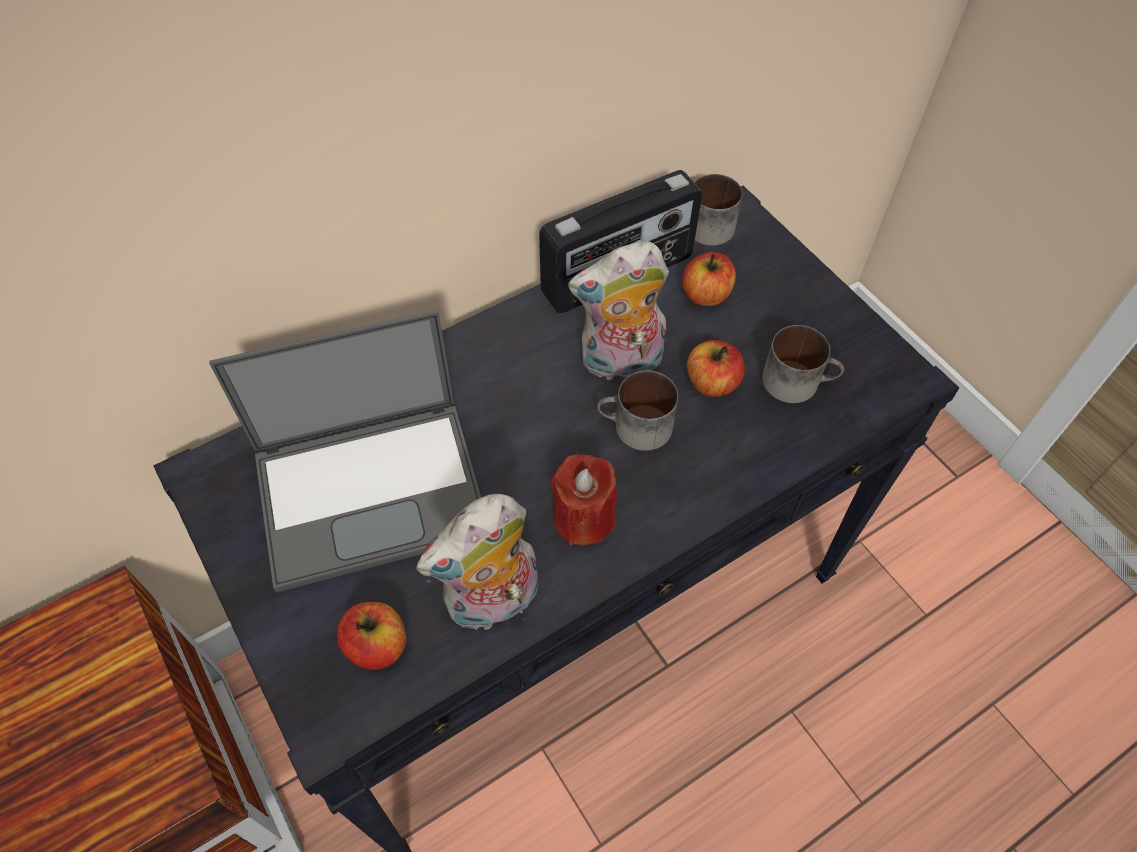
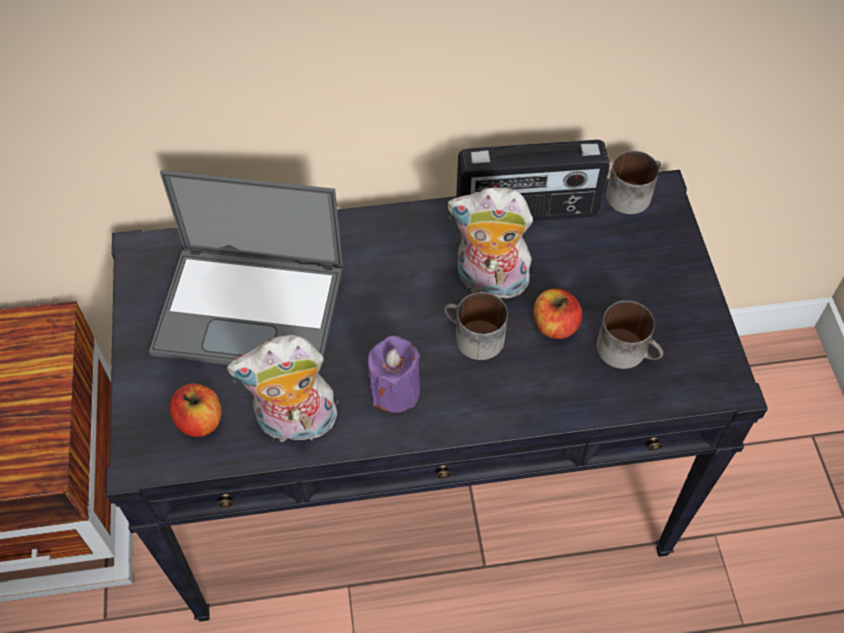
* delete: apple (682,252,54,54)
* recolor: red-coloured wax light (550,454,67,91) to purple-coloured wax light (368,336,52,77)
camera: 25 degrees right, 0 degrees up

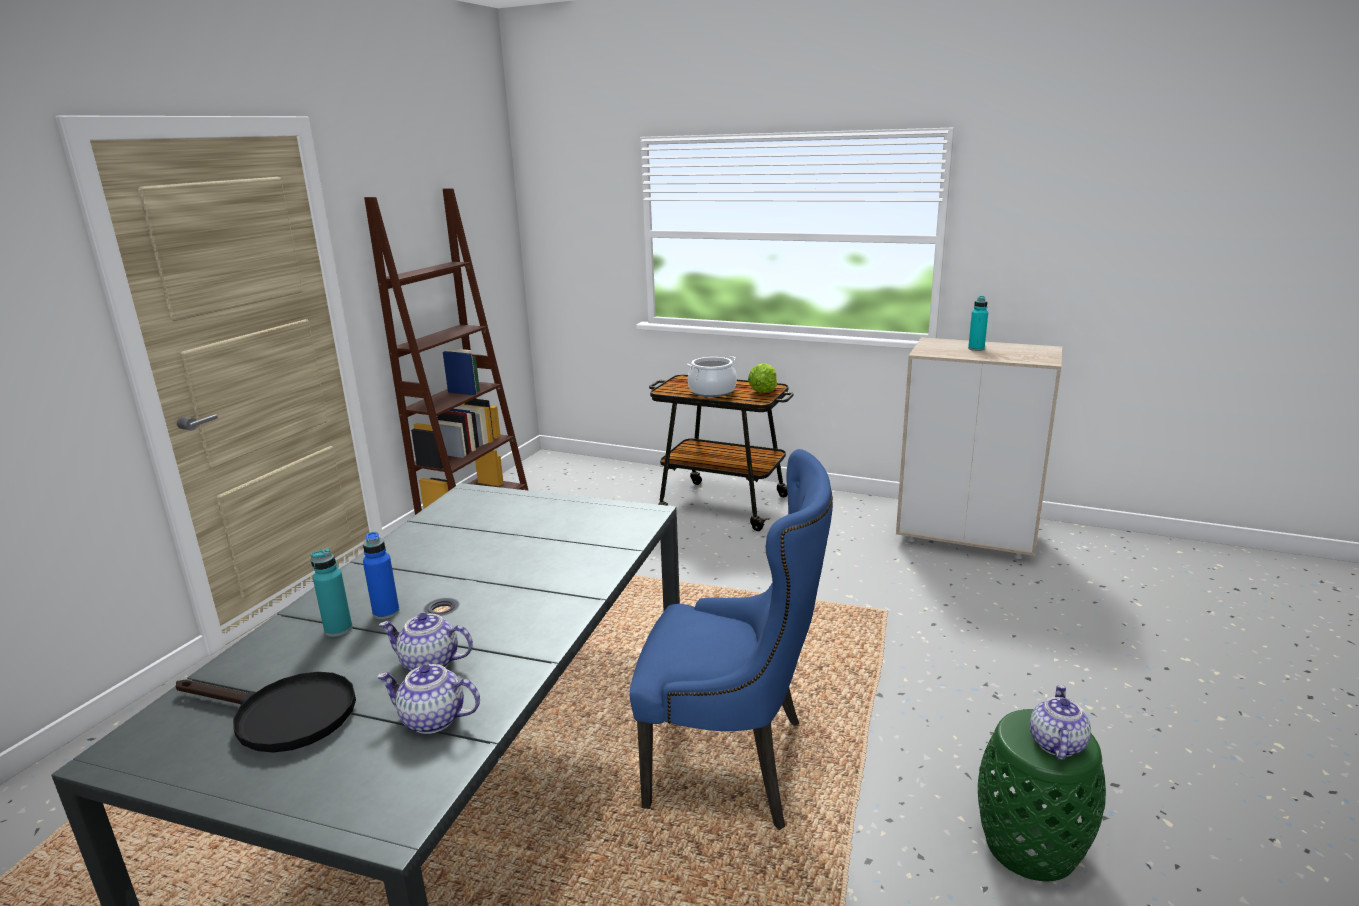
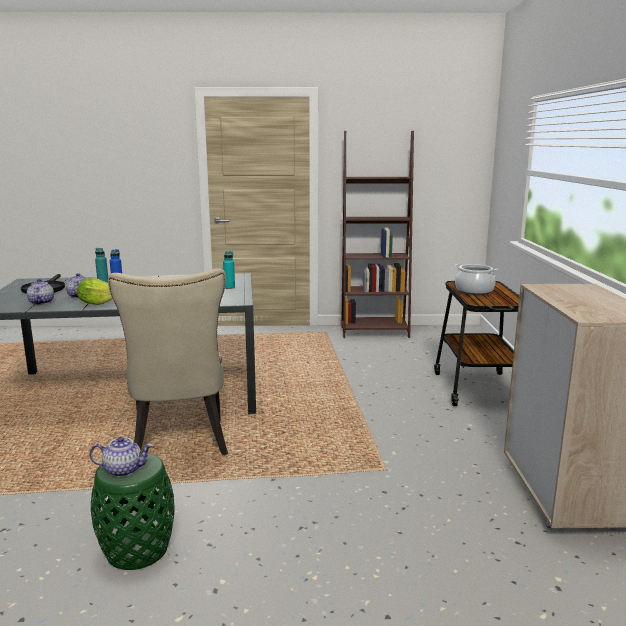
* move: lettuce (748,363,29,30) to (77,278,36,27)
* move: blue-green drink bottle (968,296,20,55) to (223,251,12,38)
* recolor: bluish upright chair (630,449,203,381) to beige upright chair (108,268,120,187)
camera: 65 degrees right, 5 degrees down

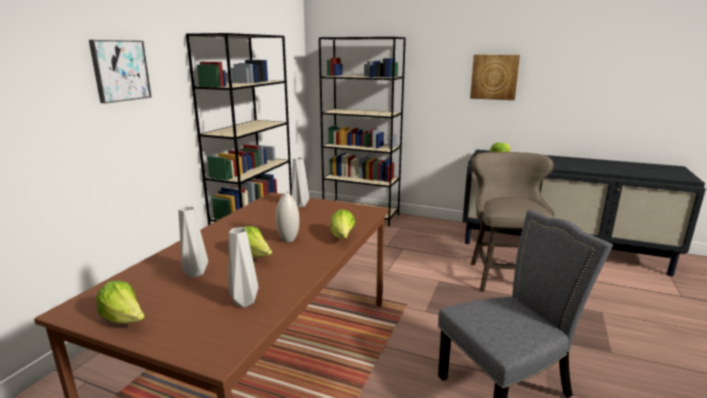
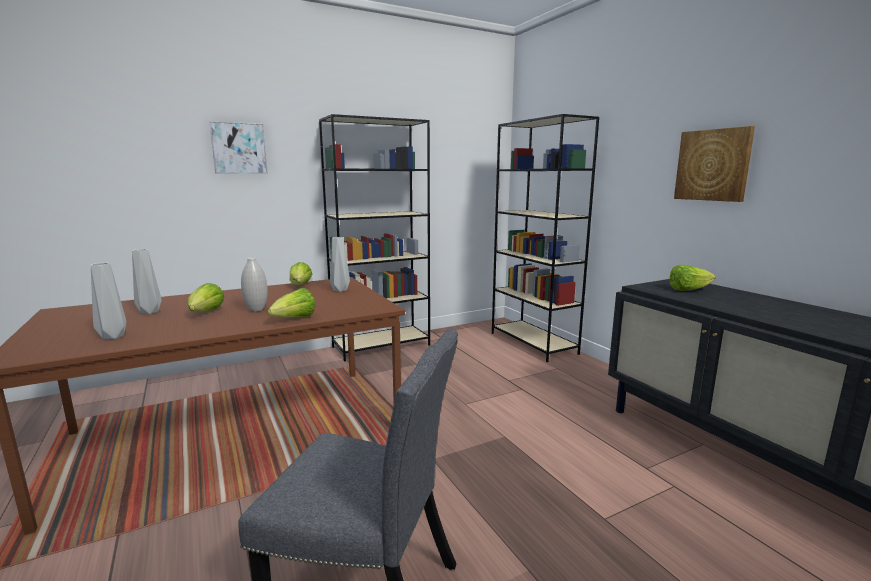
* delete: beige stool seat (471,152,84,140)
* move: lettuce (96,280,48,44) to (290,262,22,23)
camera: 40 degrees right, 5 degrees down

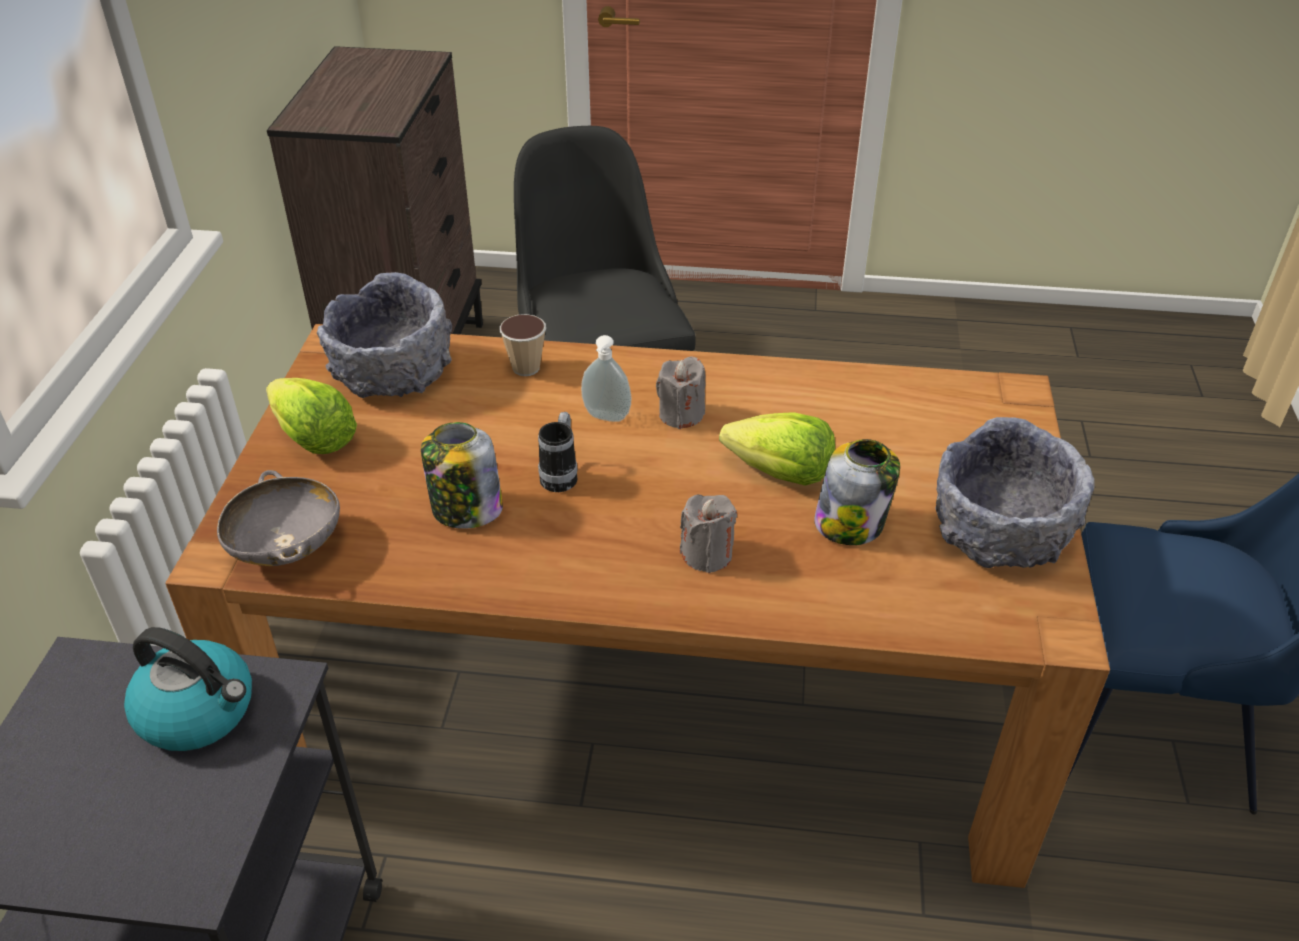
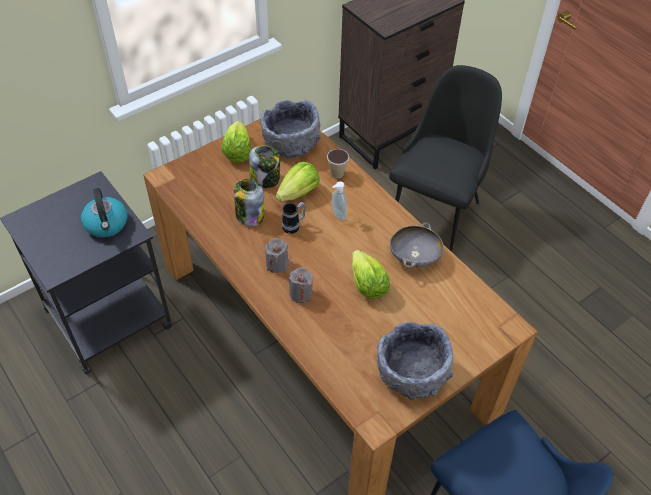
* insert: lettuce (276,162,44,40)
* move: greyish deep dish (217,470,123,96) to (390,222,54,46)
* move: greyish wax light (656,356,50,73) to (265,238,24,35)
* move: storage jar (814,439,86,106) to (249,145,31,43)
camera: 45 degrees right, 10 degrees up

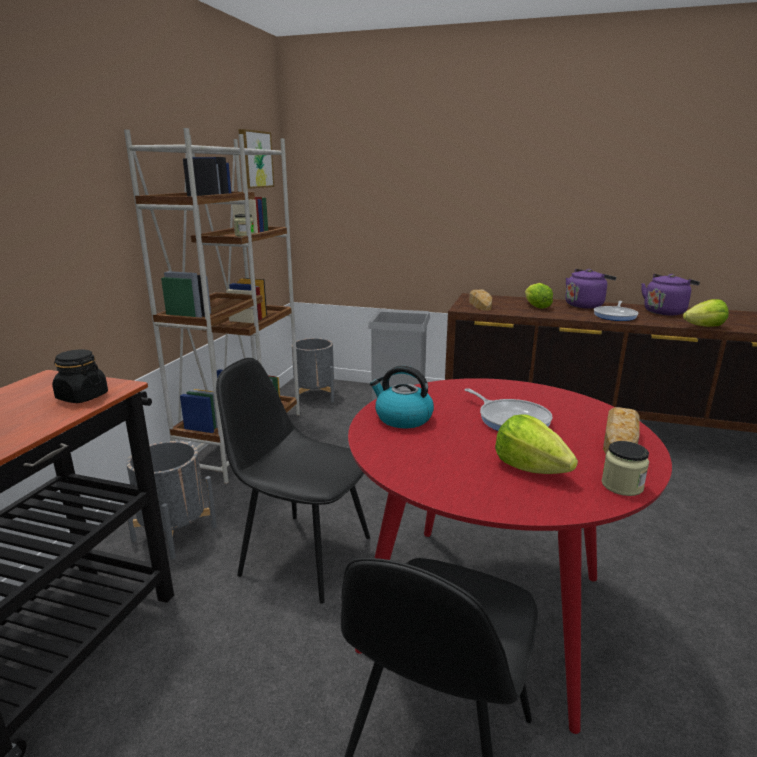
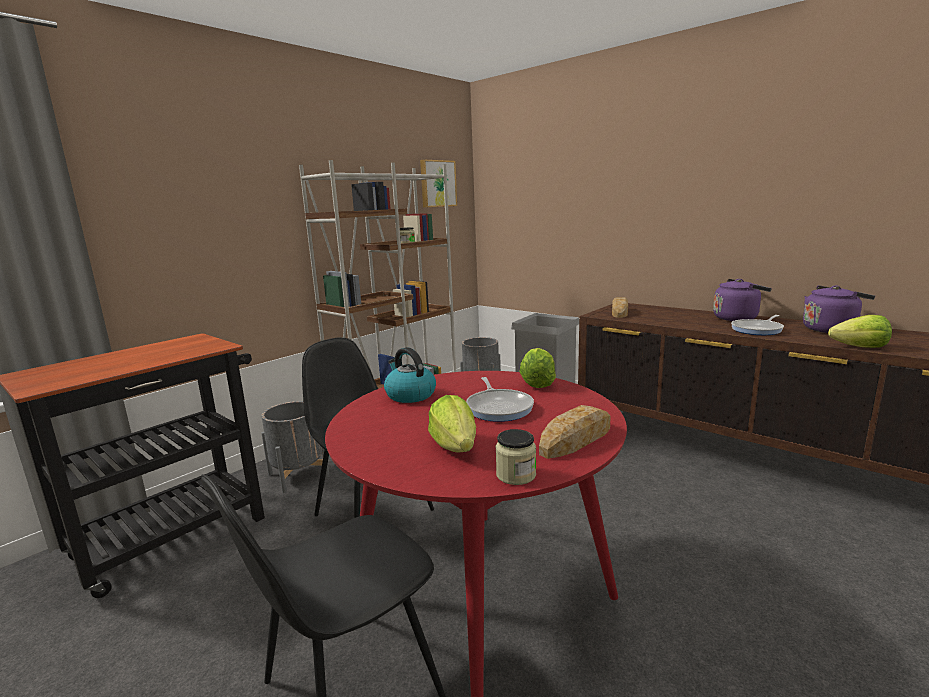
* delete: black-coloured storage jar (52,349,56,54)
* move: lettuce (525,283,28,26) to (519,348,37,40)
camera: 25 degrees right, 5 degrees down

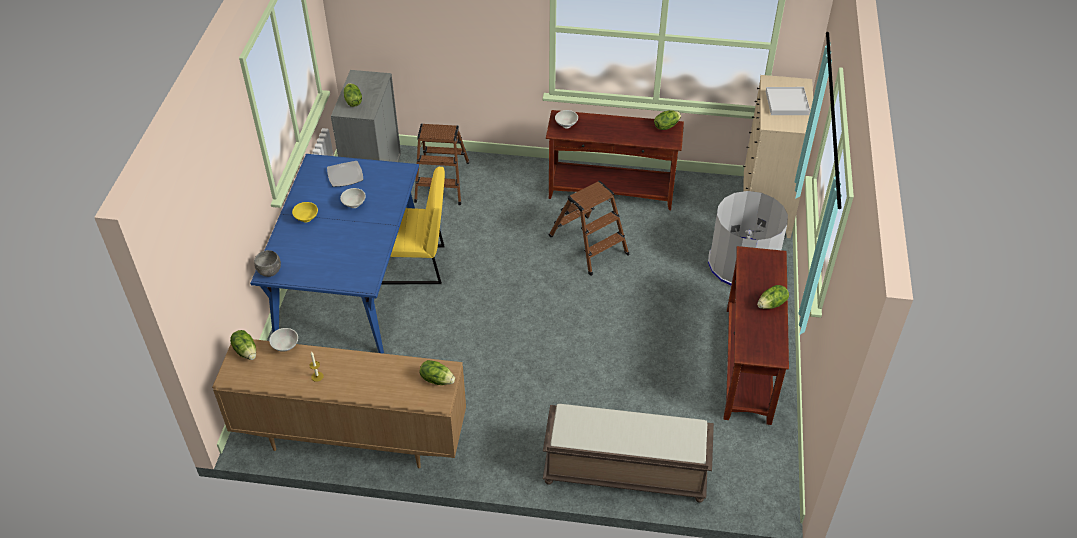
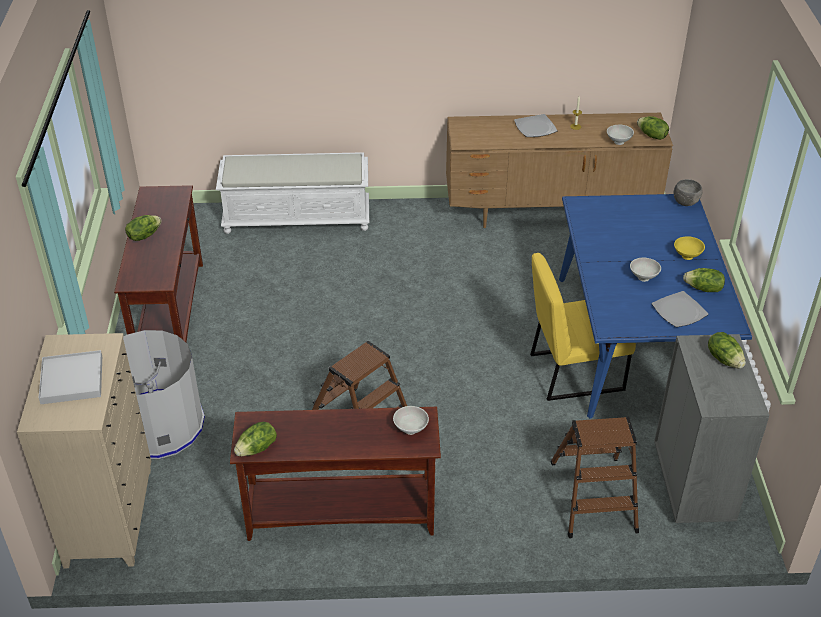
* insert: flat dish (514,114,44,23)
* move: lettuce (419,360,36,25) to (683,268,42,24)
* recolor: brownish indoor bench (543,404,171,99) to white-coloured indoor bench (216,152,153,82)
camera: 170 degrees right, 5 degrees down

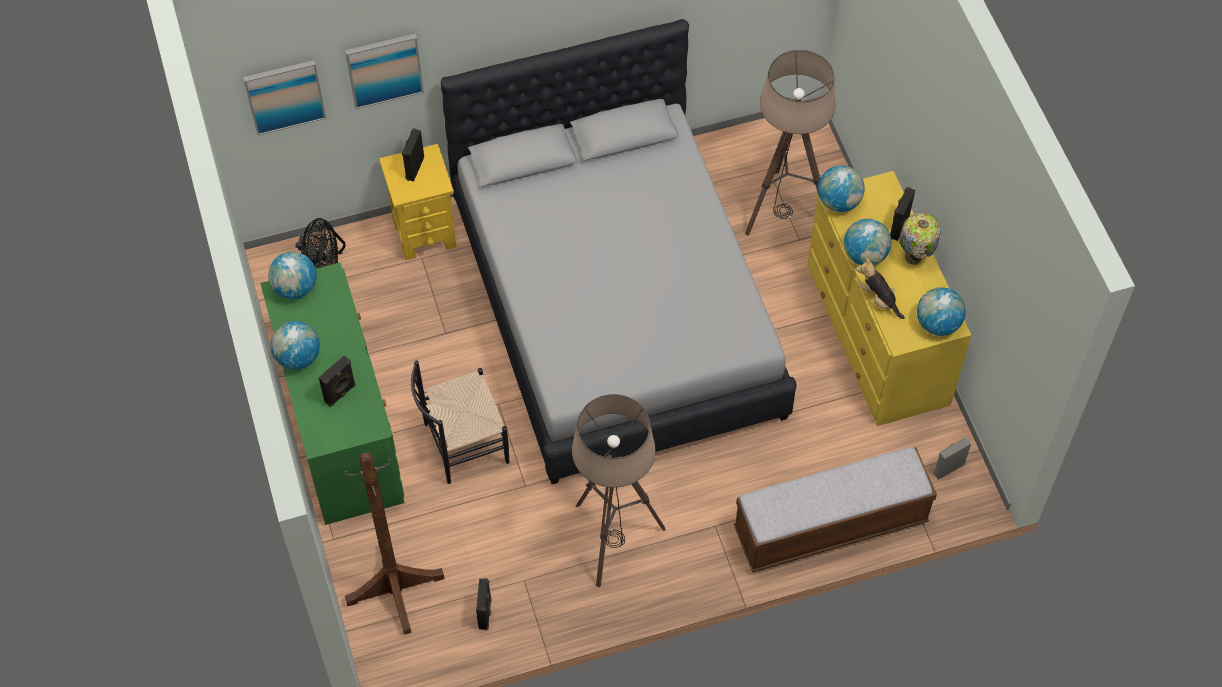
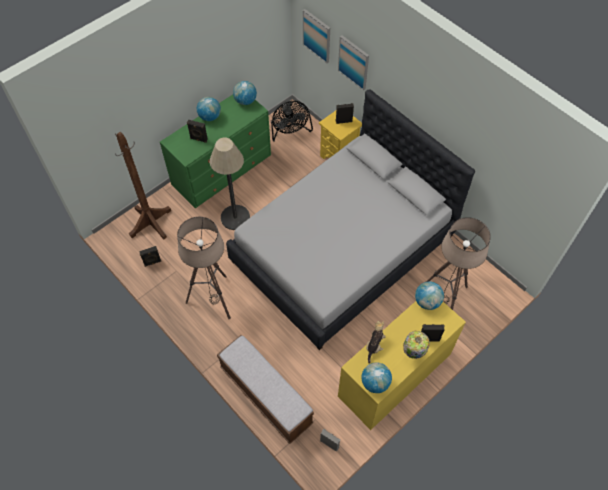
* delete: desk globe (844,219,47,46)
* replace: black-coloured upright chair (411,360,98,124) to standing lamp (210,138,40,92)
camera: 65 degrees right, 0 degrees up

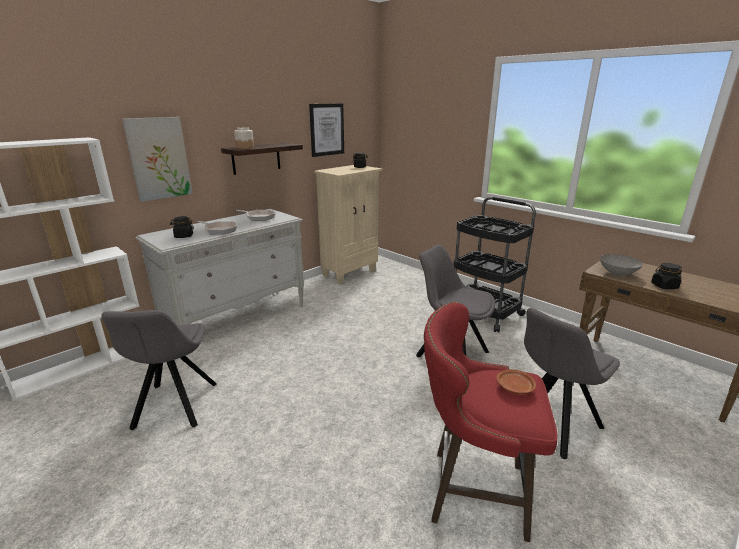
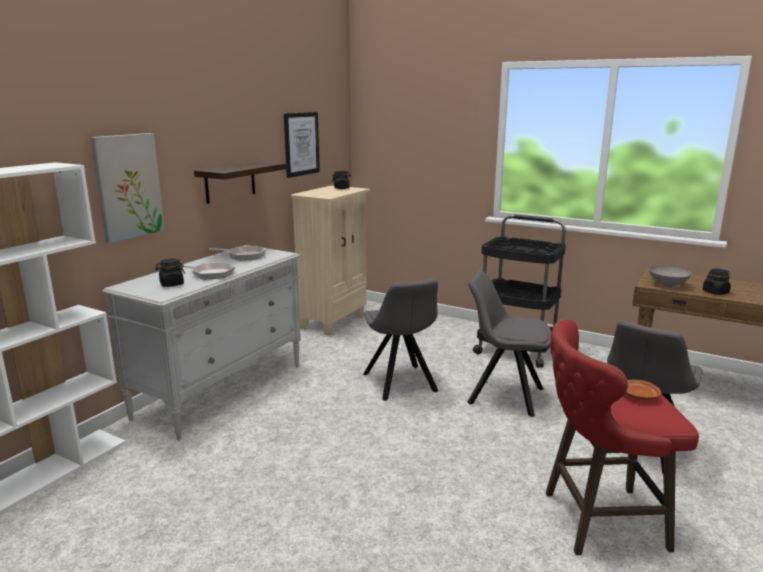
* delete: storage jar (234,127,20,22)
* move: greyish upright chair (101,310,116,120) to (363,279,75,122)
camera: 15 degrees left, 5 degrees down

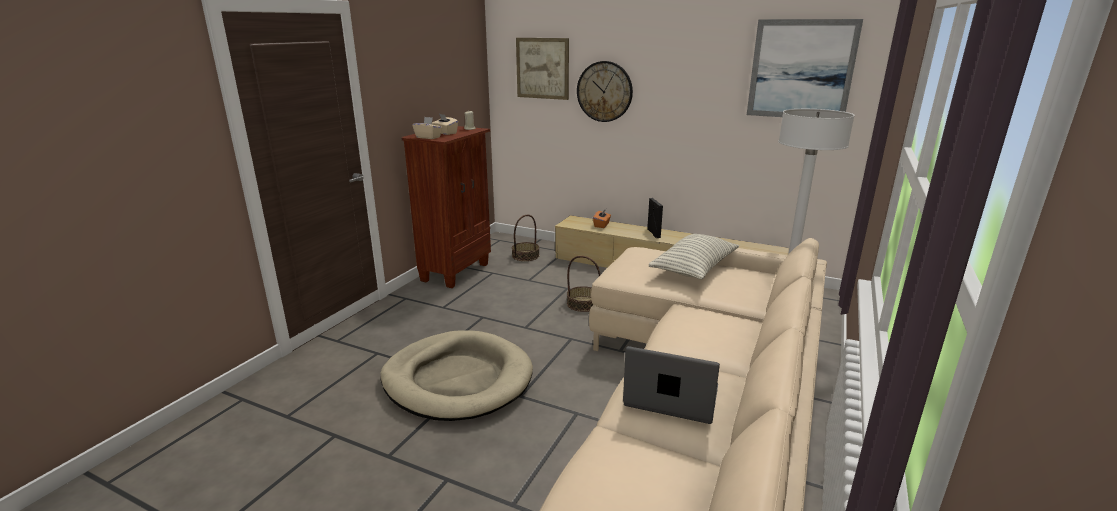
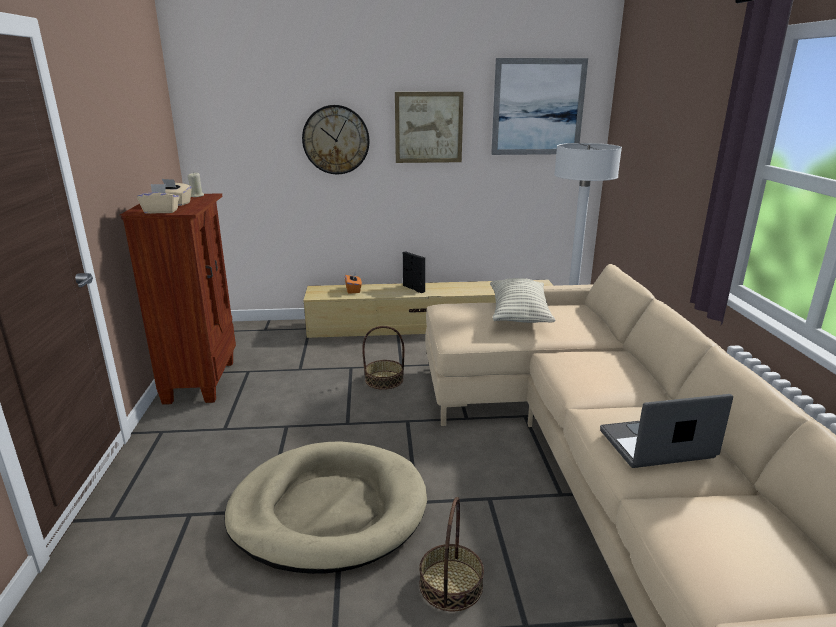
* move: basket (512,215,28,46) to (419,497,65,114)
* move: picture (516,38,53,62) to (395,92,69,71)
camera: 30 degrees left, 0 degrees up

